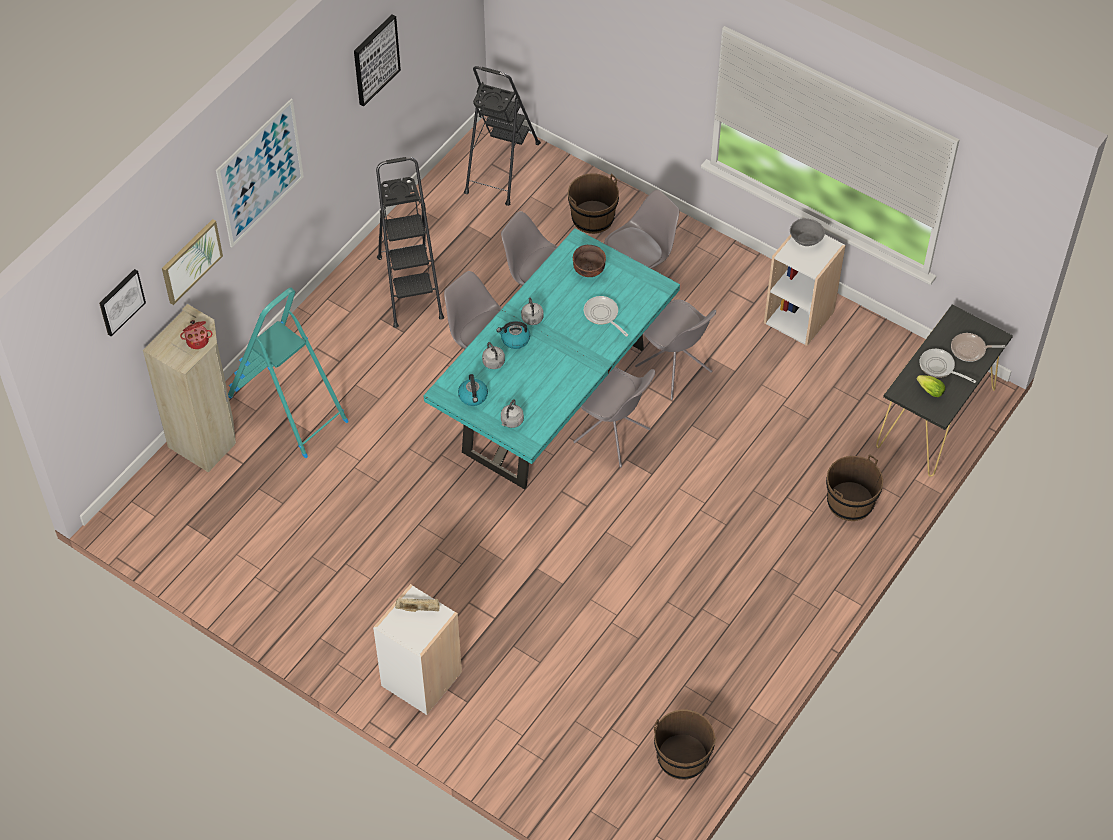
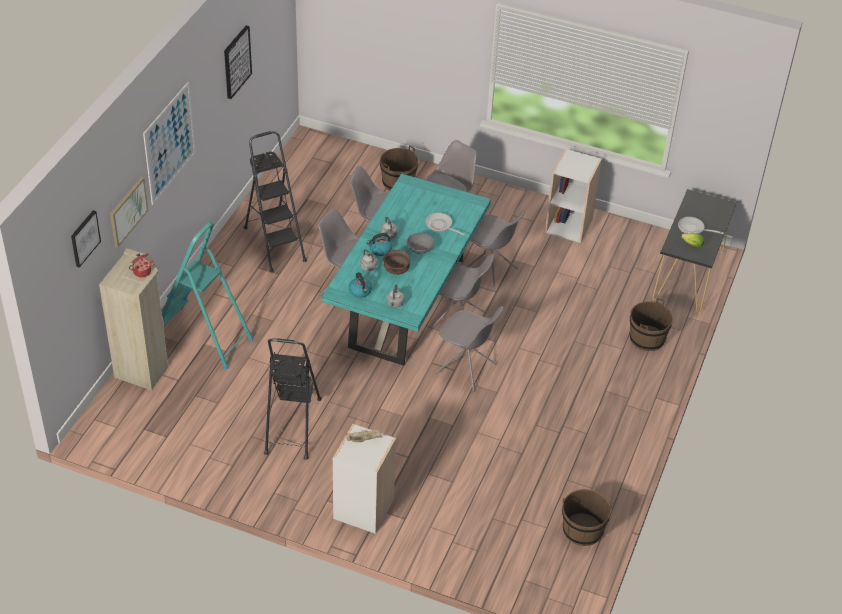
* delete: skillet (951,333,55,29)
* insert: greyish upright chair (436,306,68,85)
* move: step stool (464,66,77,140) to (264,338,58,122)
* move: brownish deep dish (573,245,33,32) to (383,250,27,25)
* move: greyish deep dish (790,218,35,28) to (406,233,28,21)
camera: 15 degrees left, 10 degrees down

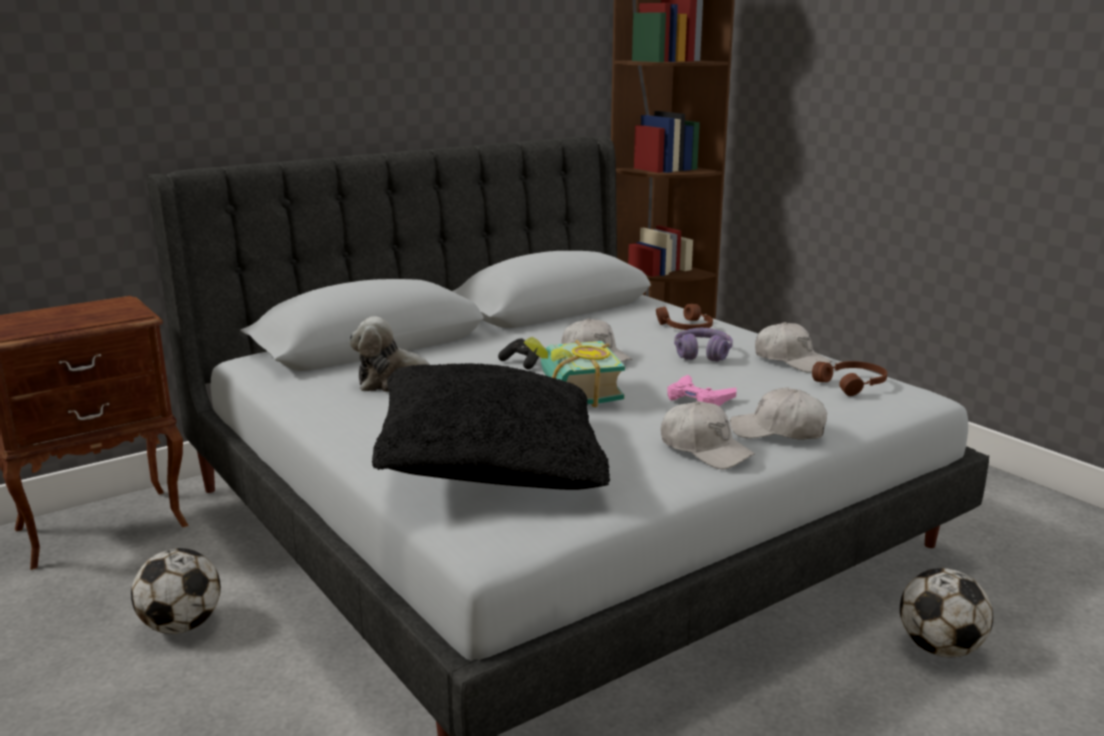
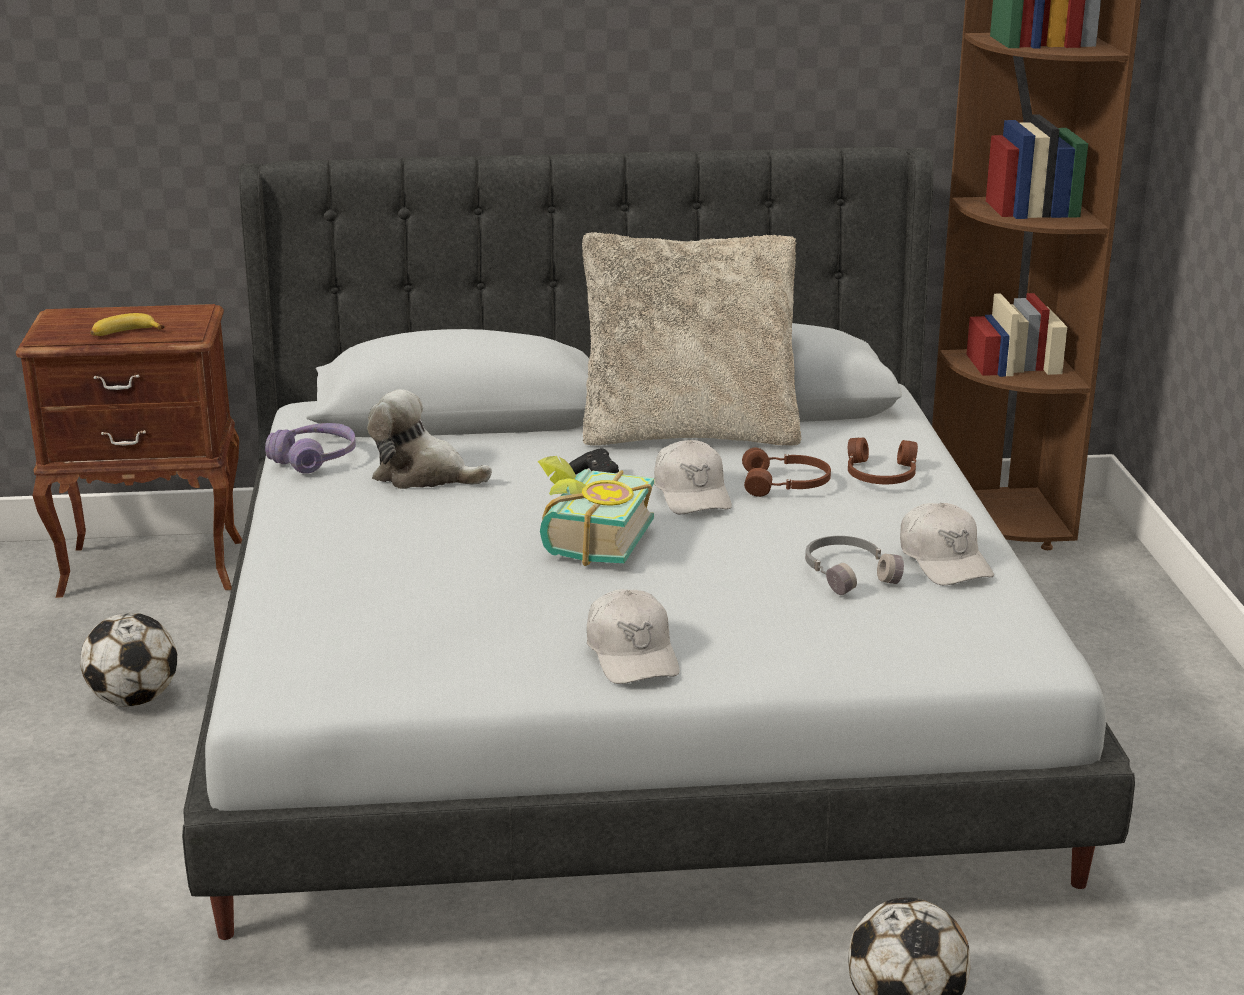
* delete: black-coloured pillow (372,363,238,127)
* delete: pink-coloured game controller (667,375,69,31)
* delete: white-coloured baseball cap (730,388,97,52)
* insert: banana (90,313,75,23)
* insert: beige pillow (582,232,220,214)
* insert: greyish headphones (805,536,99,59)
* move: purple-coloured headphones (674,328,59,33) to (265,423,91,51)
* move: brownish headphones (812,361,75,35) to (742,448,89,49)
camera: 30 degrees right, 5 degrees up

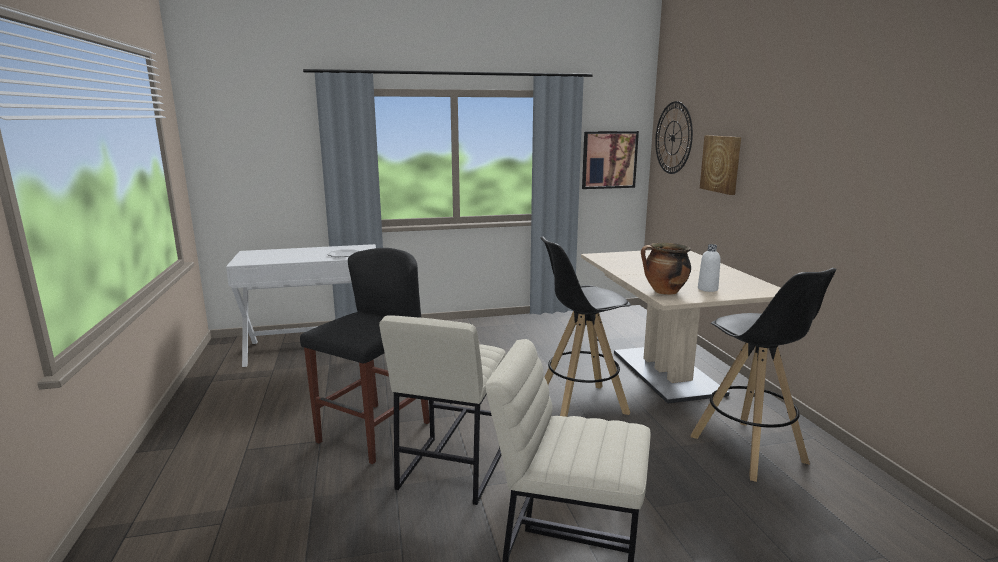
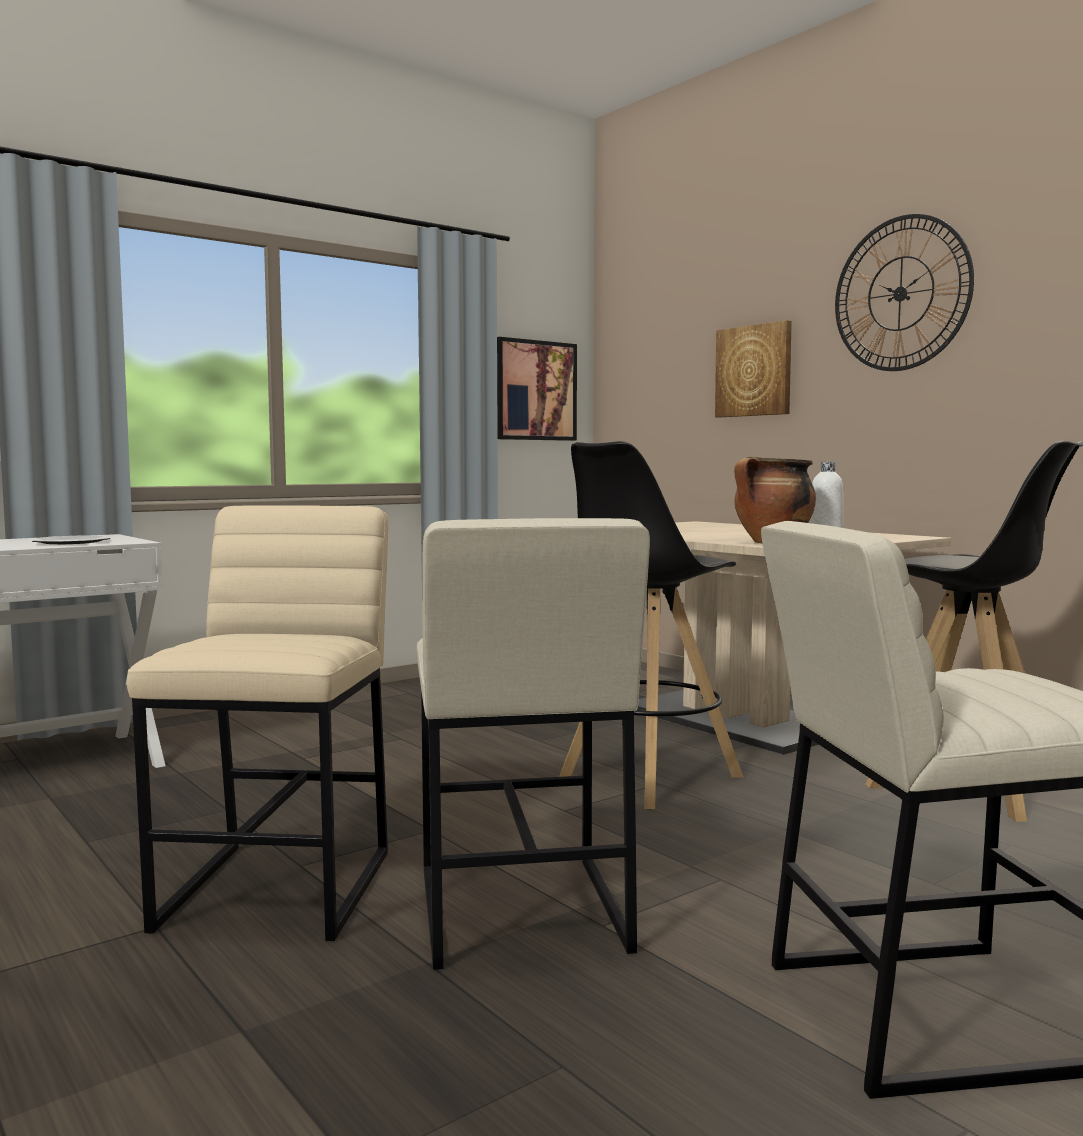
* move: wall clock (655,101,38,73) to (835,214,139,157)
* replace: black-coloured stool seat (300,248,130,216) to beige upright chair (127,505,261,436)
camera: 25 degrees left, 10 degrees down

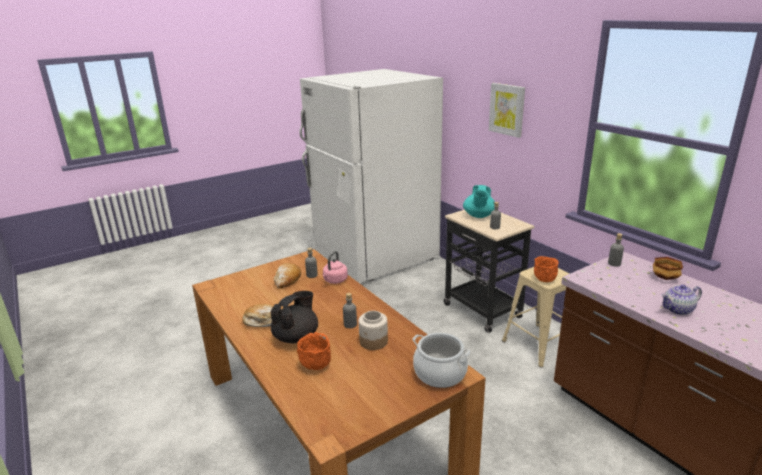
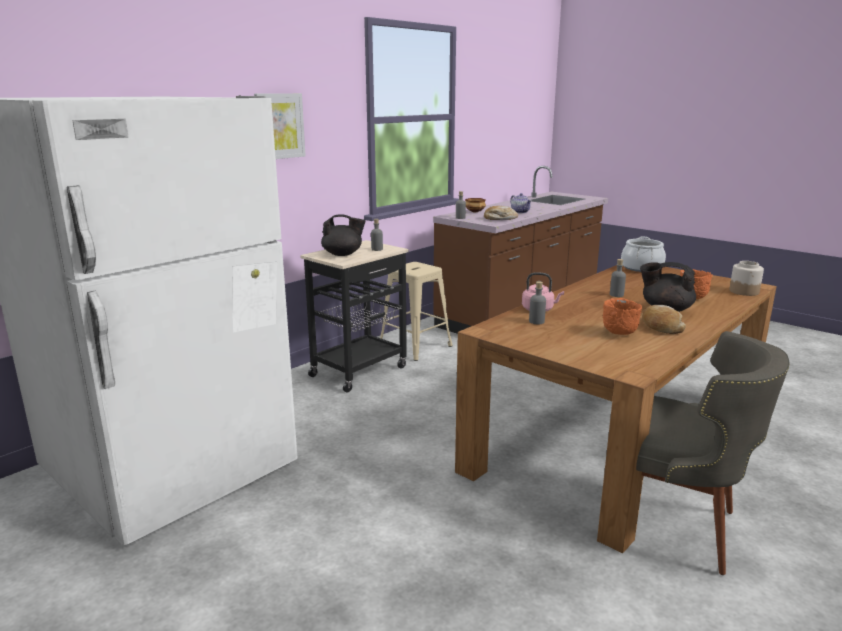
* insert: greyish upright chair (636,331,154,244)
* move: bread (273,263,28,26) to (484,206,34,14)
* move: storage jar (358,311,30,39) to (729,261,35,35)
* move: orange deep dish (534,256,24,26) to (603,298,39,37)
* recolor: blue-green teapot (463,185,32,33) to black-coloured teapot (321,214,45,42)
camera: 105 degrees left, 5 degrees down

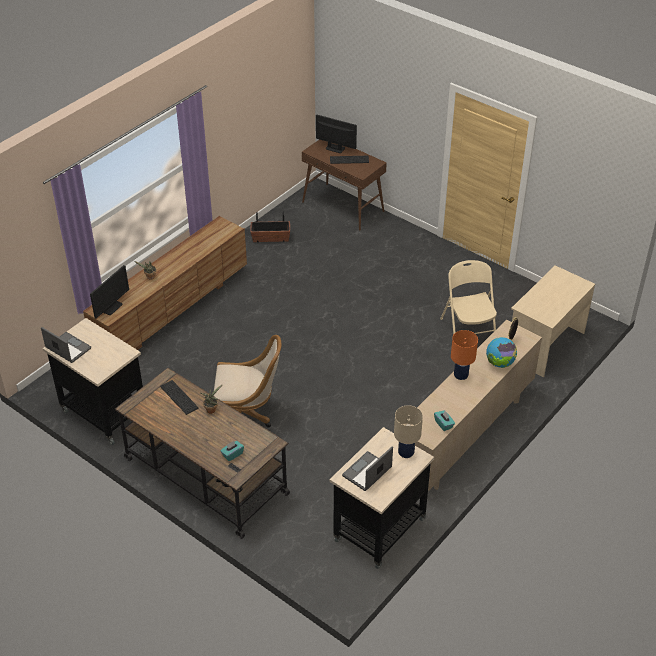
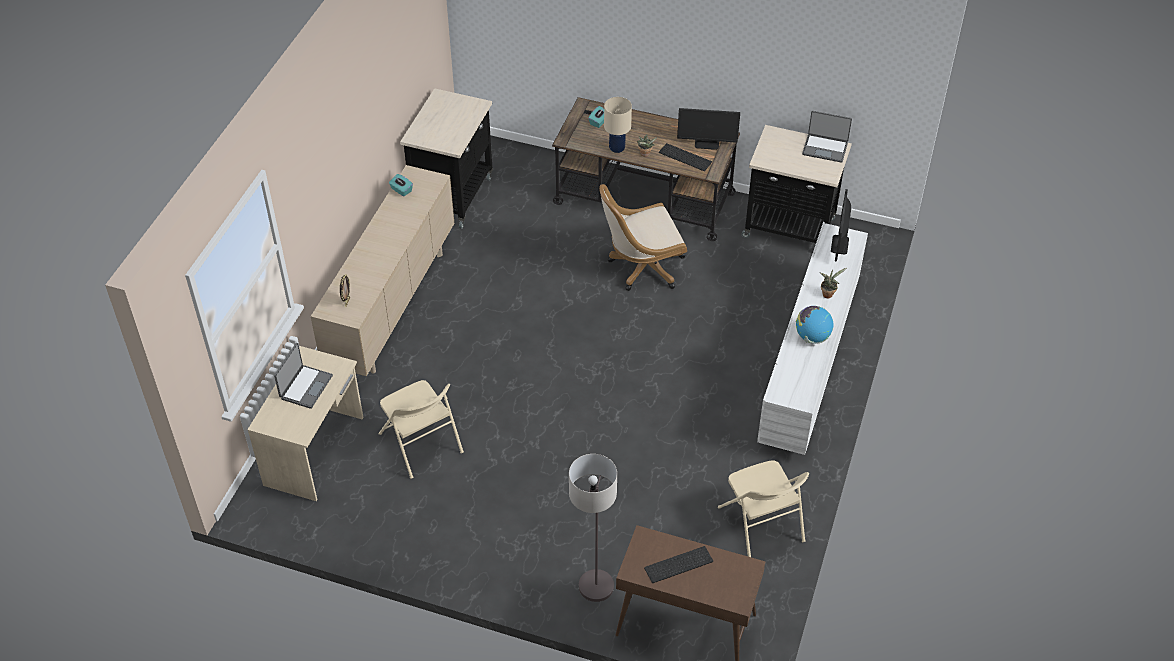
* delete: orange table lamp (451,330,27,50)
* insert: greyish standing lamp (569,454,48,148)
* move: computer screen (316,115,41,38) to (677,108,63,42)
* move: laptop (342,447,51,44) to (274,343,59,66)
* move: beige table lamp (394,405,29,53) to (604,97,28,56)
* move: desk globe (486,337,31,31) to (796,306,37,38)
* replace: plant pot (250,212,40,30) to beige upright chair (718,460,91,97)
* recolor: brownish cabinet (83,216,164,134) to white-coloured cabinet (757,222,111,233)
camera: 160 degrees right, 5 degrees up

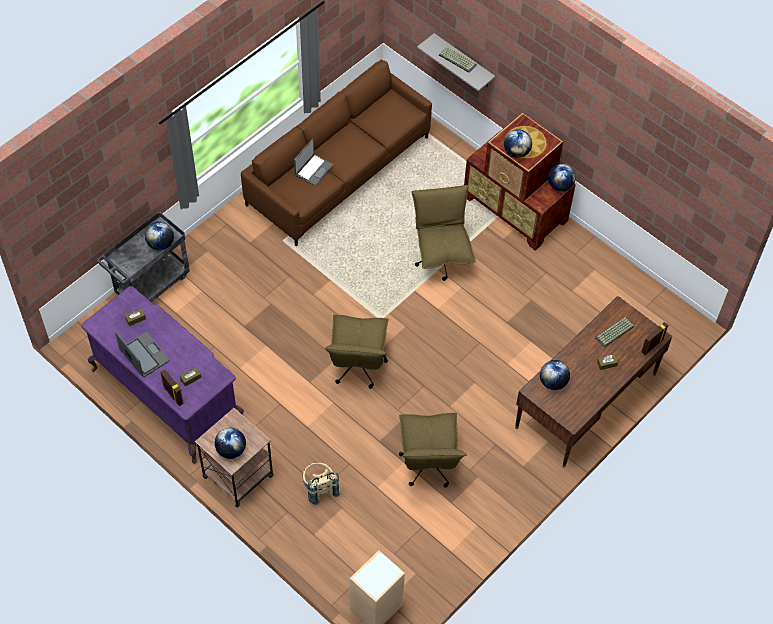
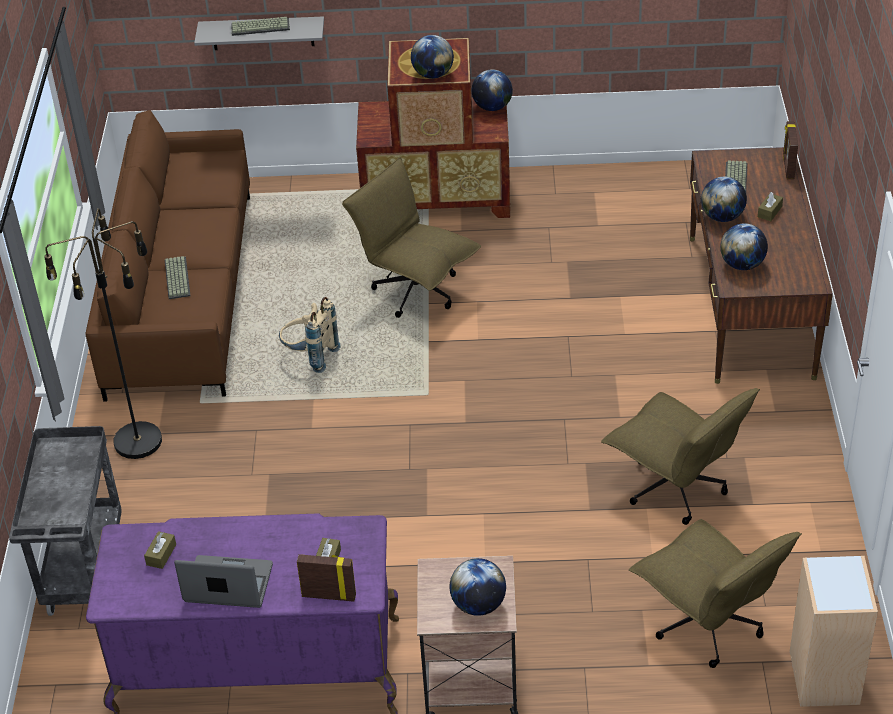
* insert: standing lamp (44,208,118,251)
* move: desk globe (145,222,29,28) to (701,177,46,45)
* move: beige rucksack (303,462,38,43) to (279,297,62,76)
* move: beige office chair (324,315,65,74) to (629,519,173,149)
* replace: laptop (294,139,40,47) to keyboard (165,256,26,43)
camera: 40 degrees left, 15 degrees down

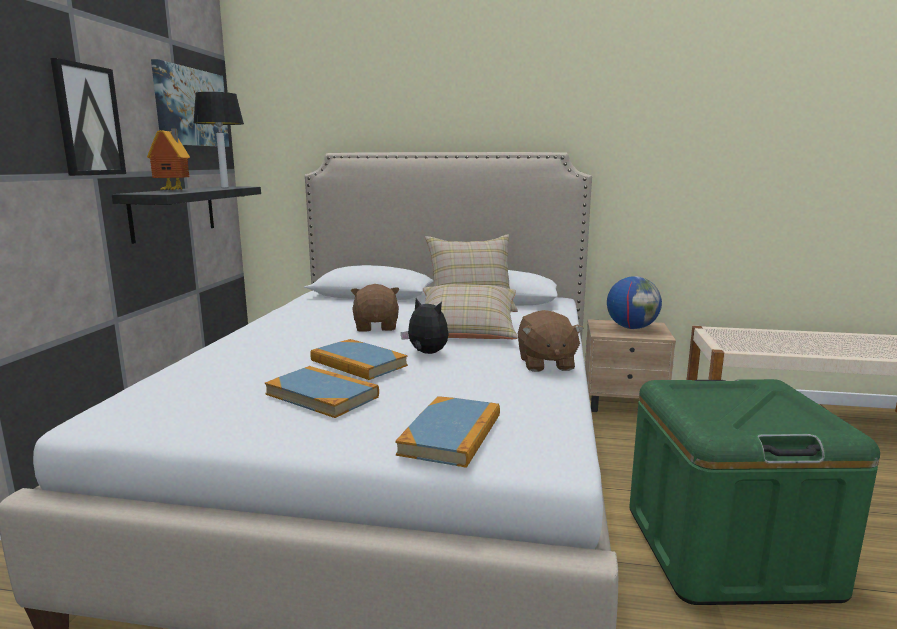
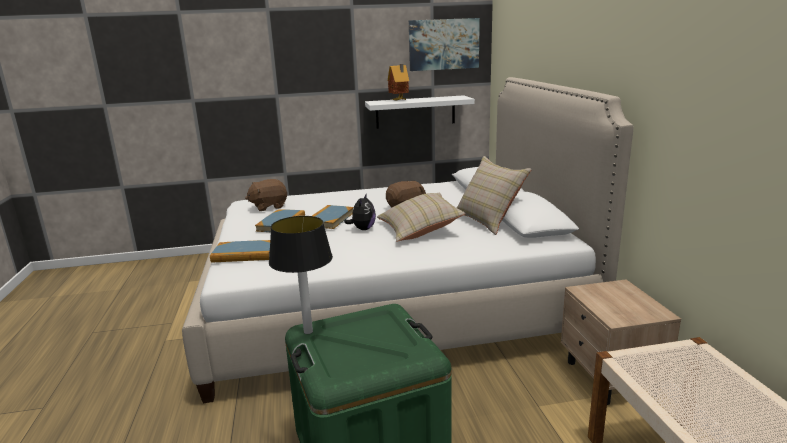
* delete: picture (50,58,76,118)
* delete: desk globe (607,276,55,53)
* move: table lamp (193,92,51,96) to (269,216,64,118)
* move: brownish soft toy (518,310,66,62) to (245,179,42,32)
* recolor: black-coloured wall shelf (112,186,149,58) to white-coloured wall shelf (365,95,110,34)
camera: 70 degrees right, 5 degrees up

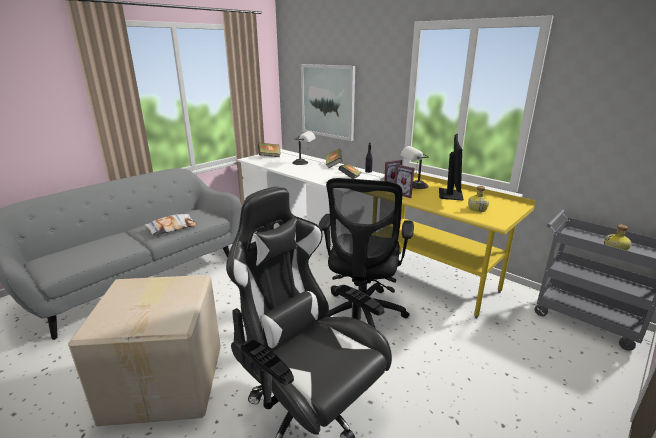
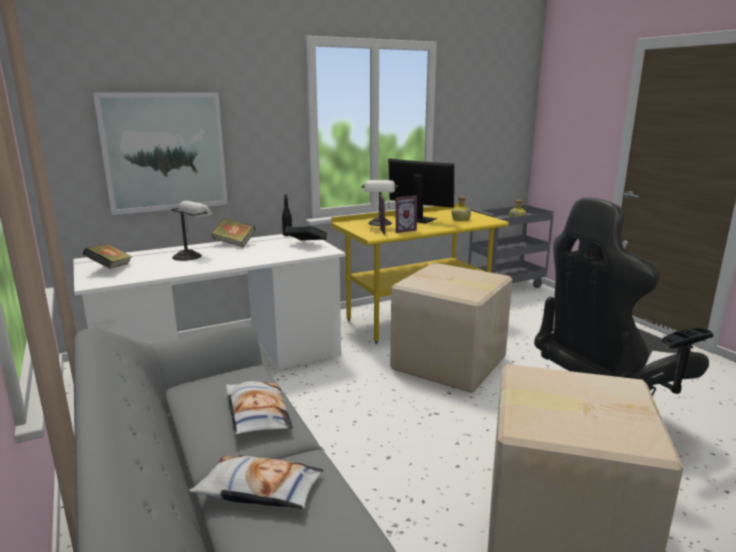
* insert: pillow (189,455,134,54)
* replace: black-coloured office chair (319,178,95,150) to packing box (390,263,123,130)
camera: 70 degrees left, 5 degrees down

